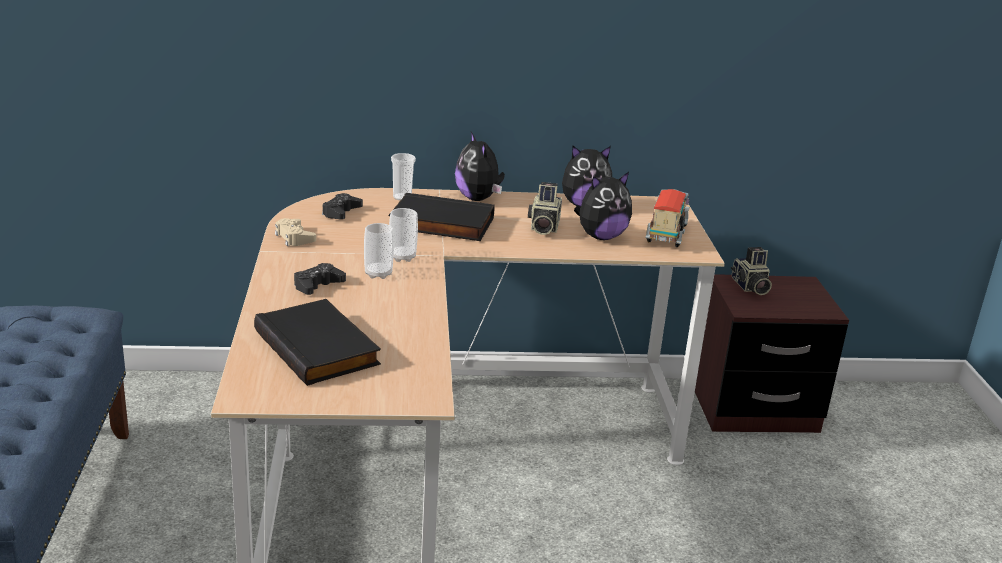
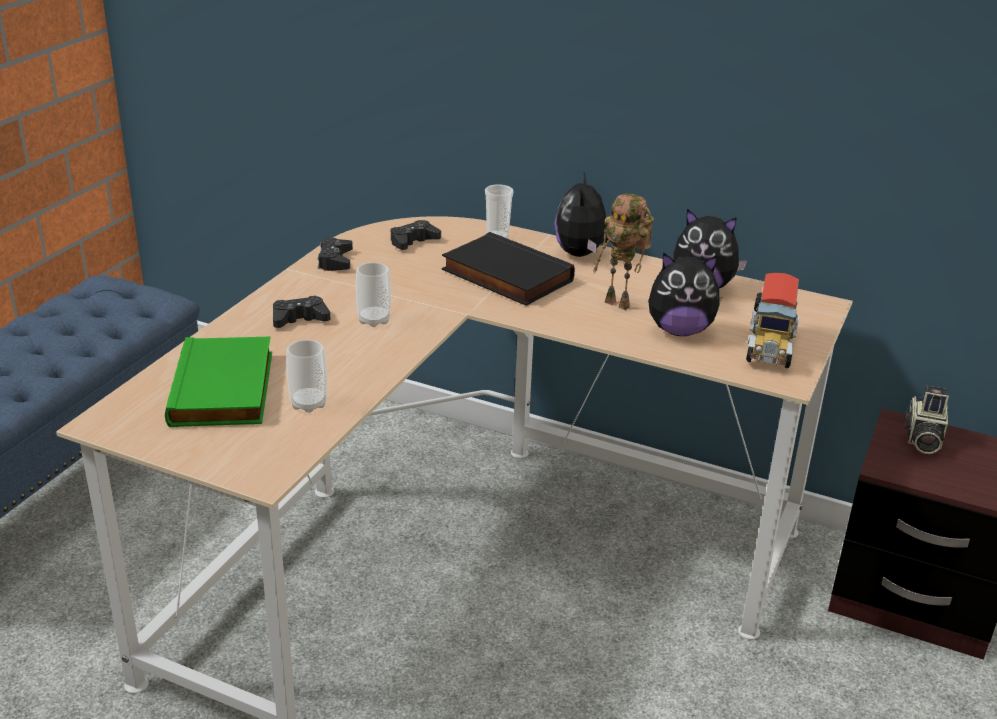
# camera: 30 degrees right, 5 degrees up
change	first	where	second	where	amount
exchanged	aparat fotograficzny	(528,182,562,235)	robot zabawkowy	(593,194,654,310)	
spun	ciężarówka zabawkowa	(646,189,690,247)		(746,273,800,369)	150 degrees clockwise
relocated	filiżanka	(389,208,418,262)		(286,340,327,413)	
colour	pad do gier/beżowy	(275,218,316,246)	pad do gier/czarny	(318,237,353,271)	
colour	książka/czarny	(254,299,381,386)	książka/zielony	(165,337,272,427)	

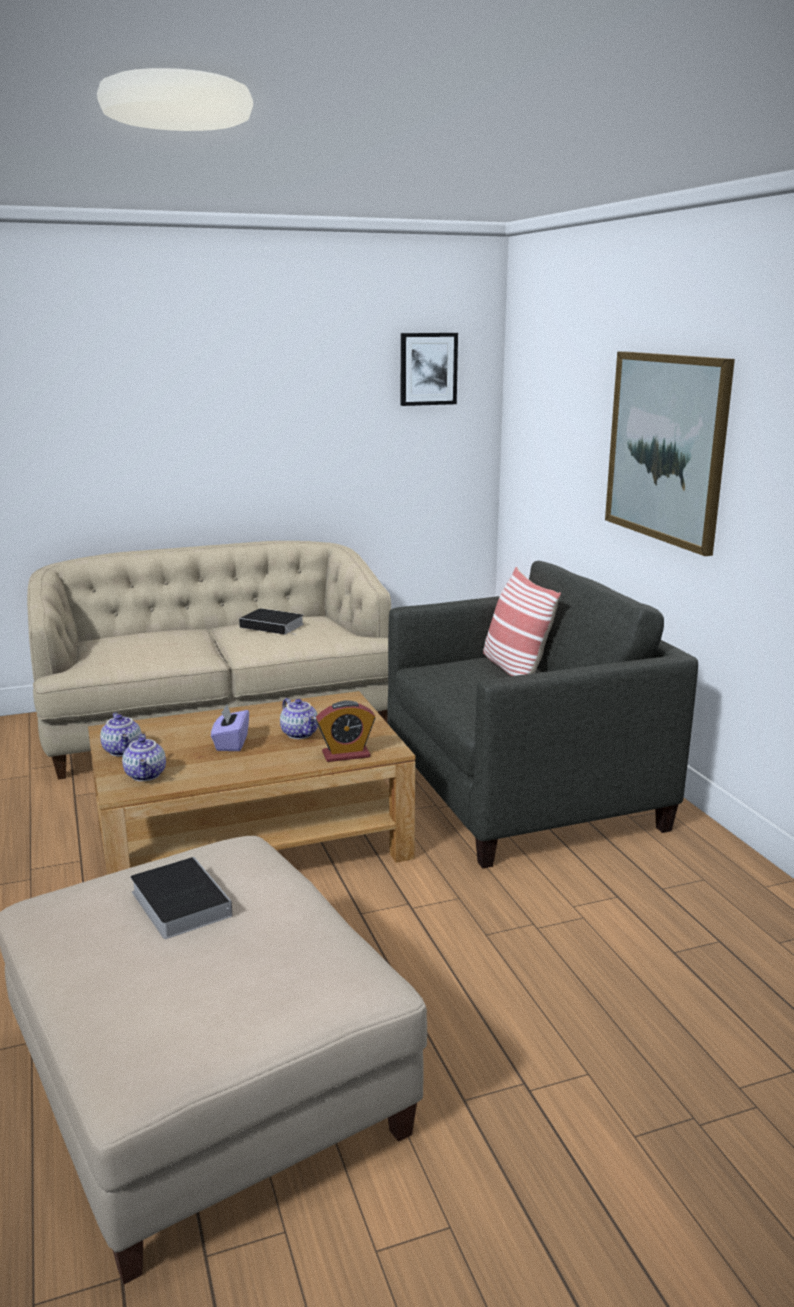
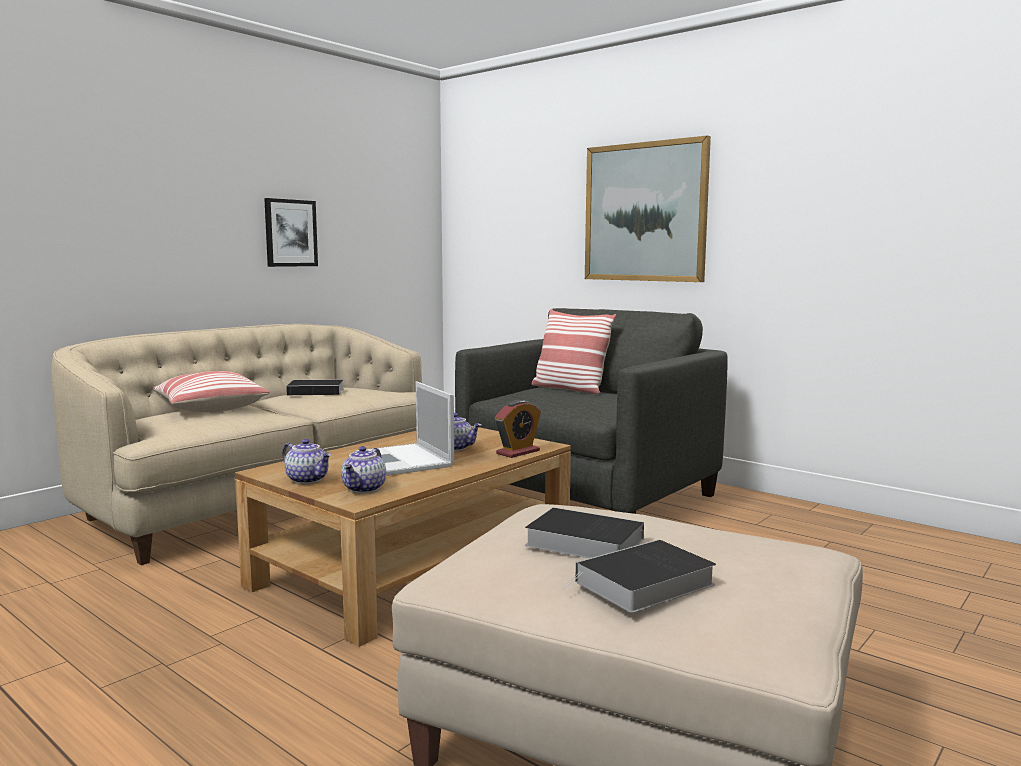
# camera: 30 degrees left, 10 degrees down
change	first	where	second	where	amount
relocated	obraz	(401,333,458,406)		(264,198,318,267)	
exchanged	pudełko chusteczek/fioletowy	(211,704,249,751)	laptop	(355,381,454,476)	
spun	imbryk	(122,734,166,781)		(341,446,386,493)	60 degrees clockwise
appeared			poduszka	(153,371,270,412)	
appeared			książka	(561,539,716,613)	

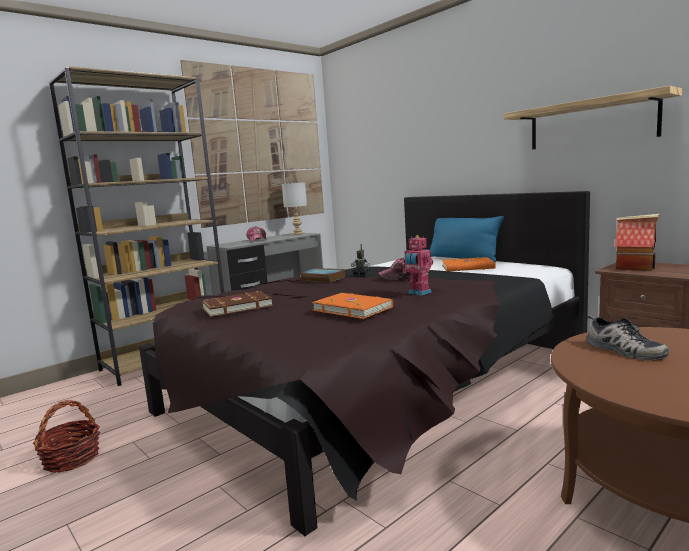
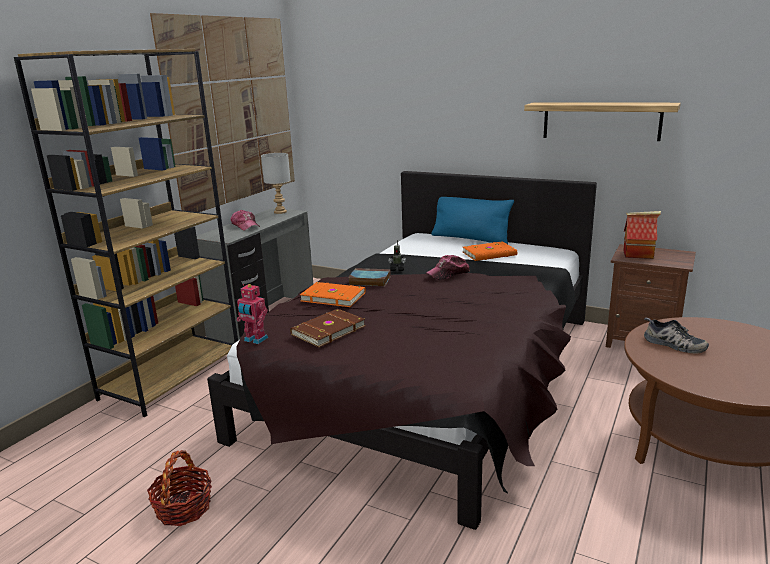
# camera: 20 degrees left, 10 degrees up
change	first	where	second	where	amount
relocated	robot zabawkowy	(403,235,433,295)		(237,284,268,344)	
relocated	książka/pomarańczowy	(312,293,393,319)		(300,282,366,307)	

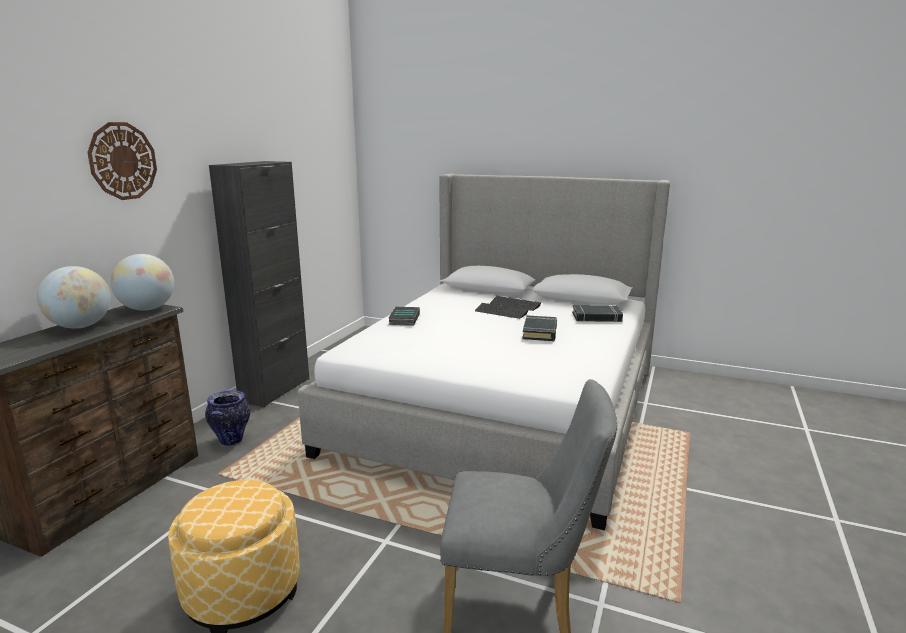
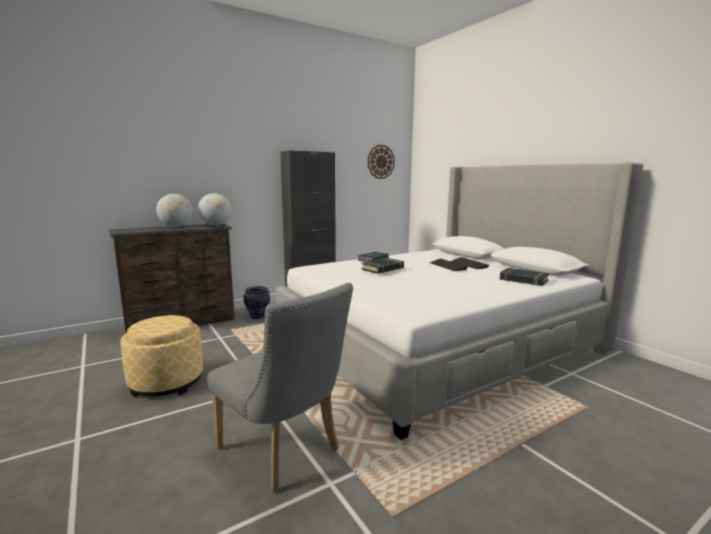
# camera: 35 degrees right, 5 degrees down
change	first	where	second	where	amount
relocated	zegar ścienny	(87,122,157,200)		(368,145,395,179)	
relocated	książka/czarny	(522,315,557,341)		(362,258,404,274)	

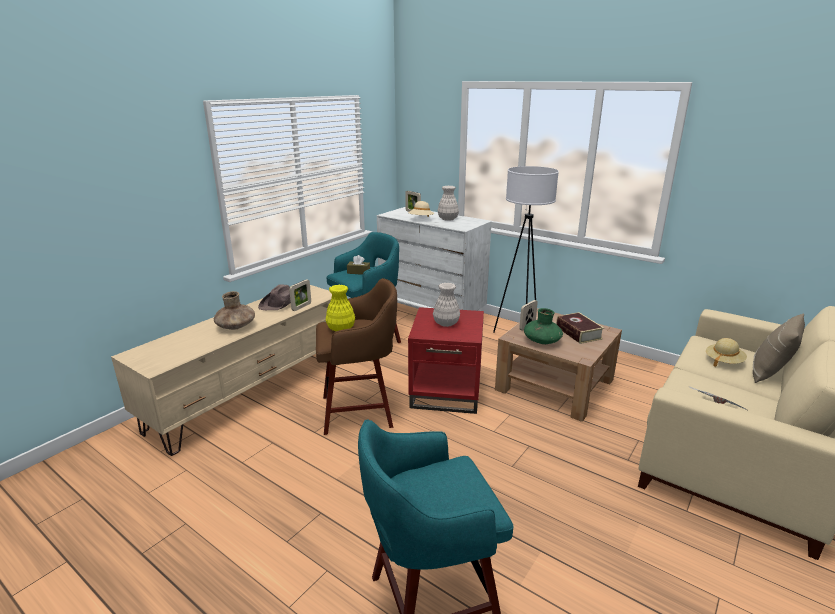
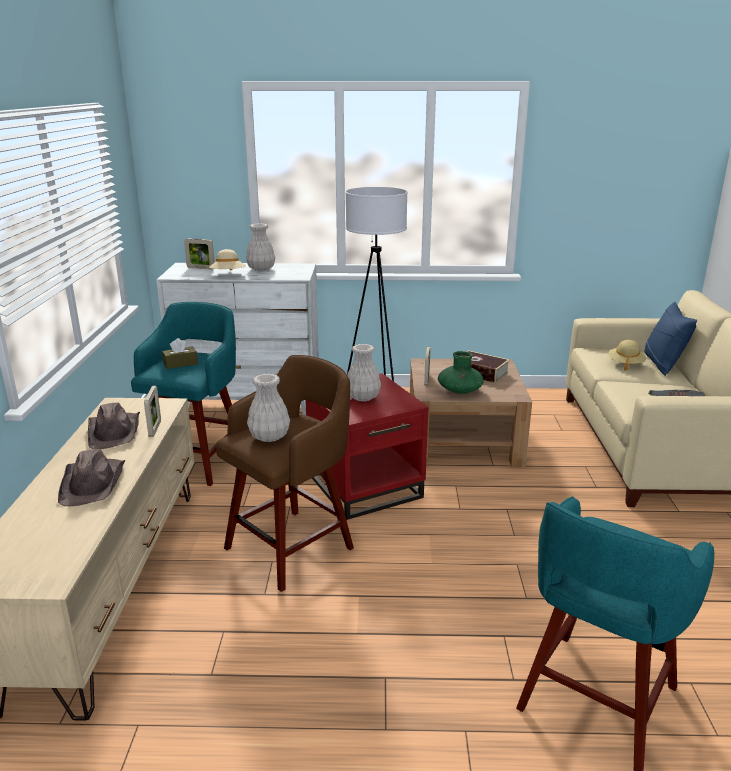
# camera: 35 degrees left, 0 degrees up
change	first	where	second	where	amount
colour	wazon/żółty	(325,285,355,331)	wazon/biały	(247,374,290,442)	
exchanged	wazon/brązowy	(214,291,255,330)	kapelusz/brązowy	(58,449,126,506)	
colour	poduszka/beżowy	(753,313,805,383)	poduszka/niebieski	(645,302,697,376)	

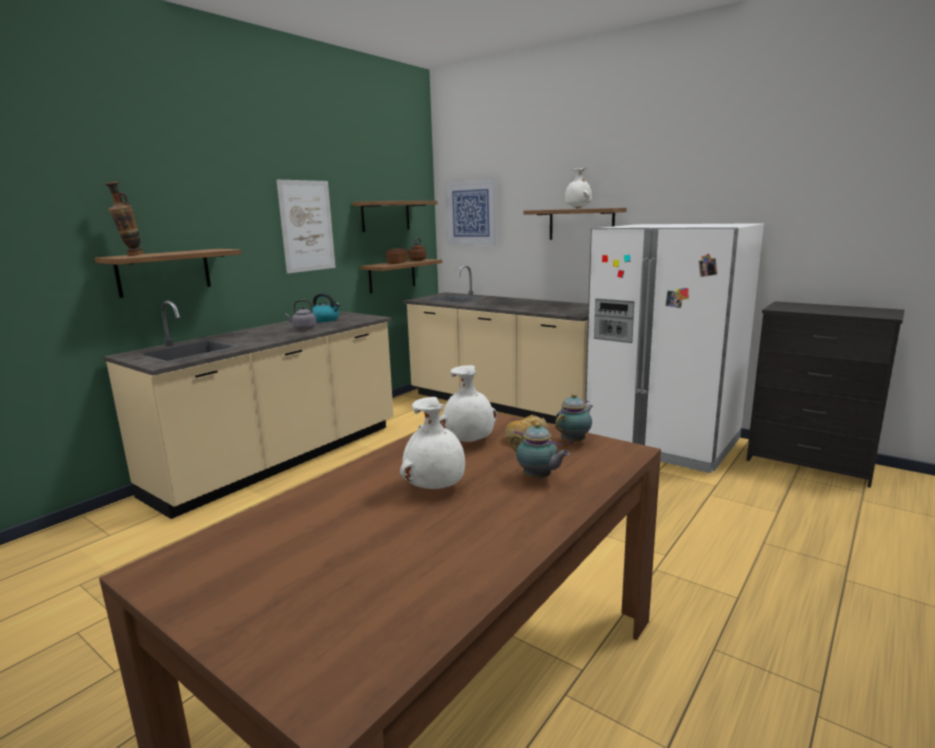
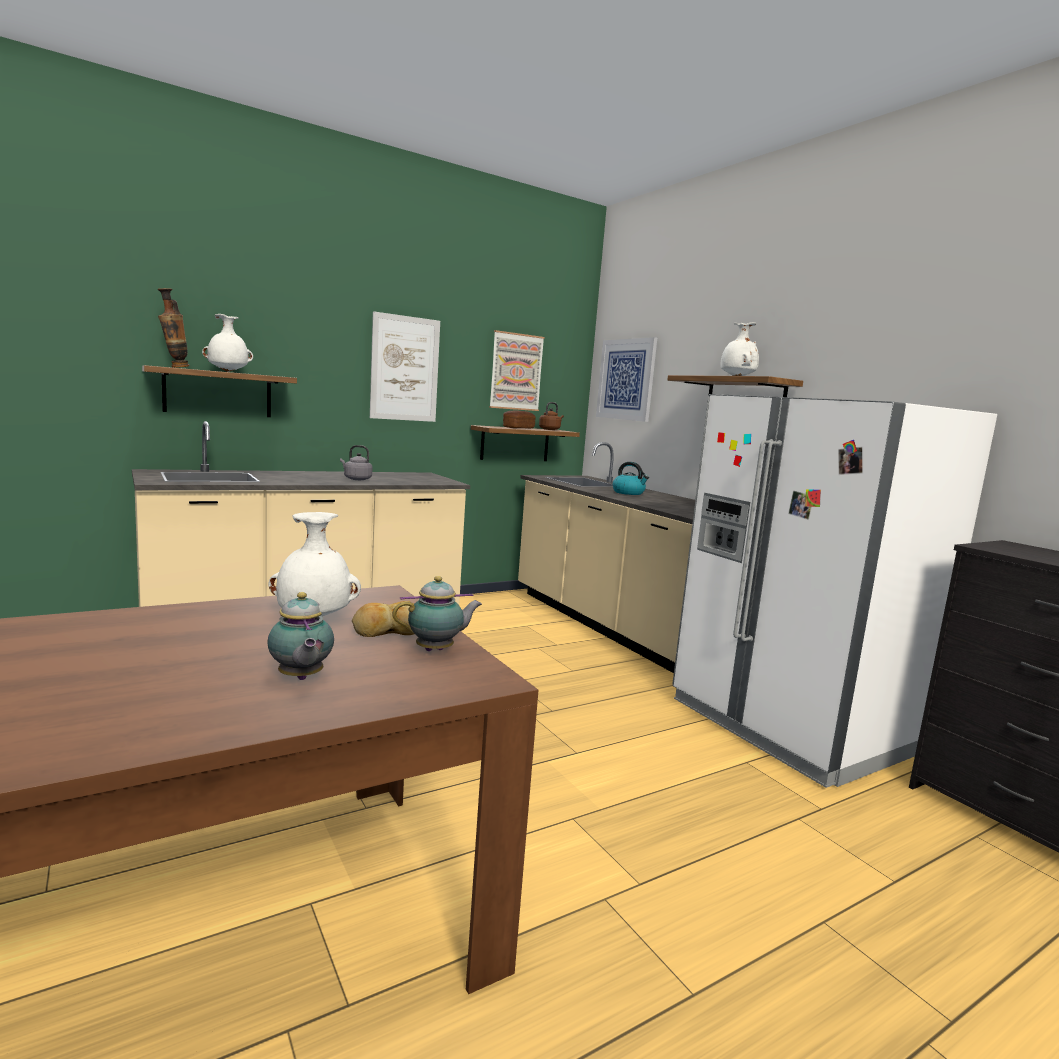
# camera: 20 degrees right, 5 degrees down
change	first	where	second	where	amount
exchanged	półka	(352,201,438,232)	obraz	(489,330,545,411)	
relocated	czajnik	(312,293,340,322)		(613,462,649,495)	
relocated	wazon/biały	(400,397,465,489)		(202,314,253,372)	

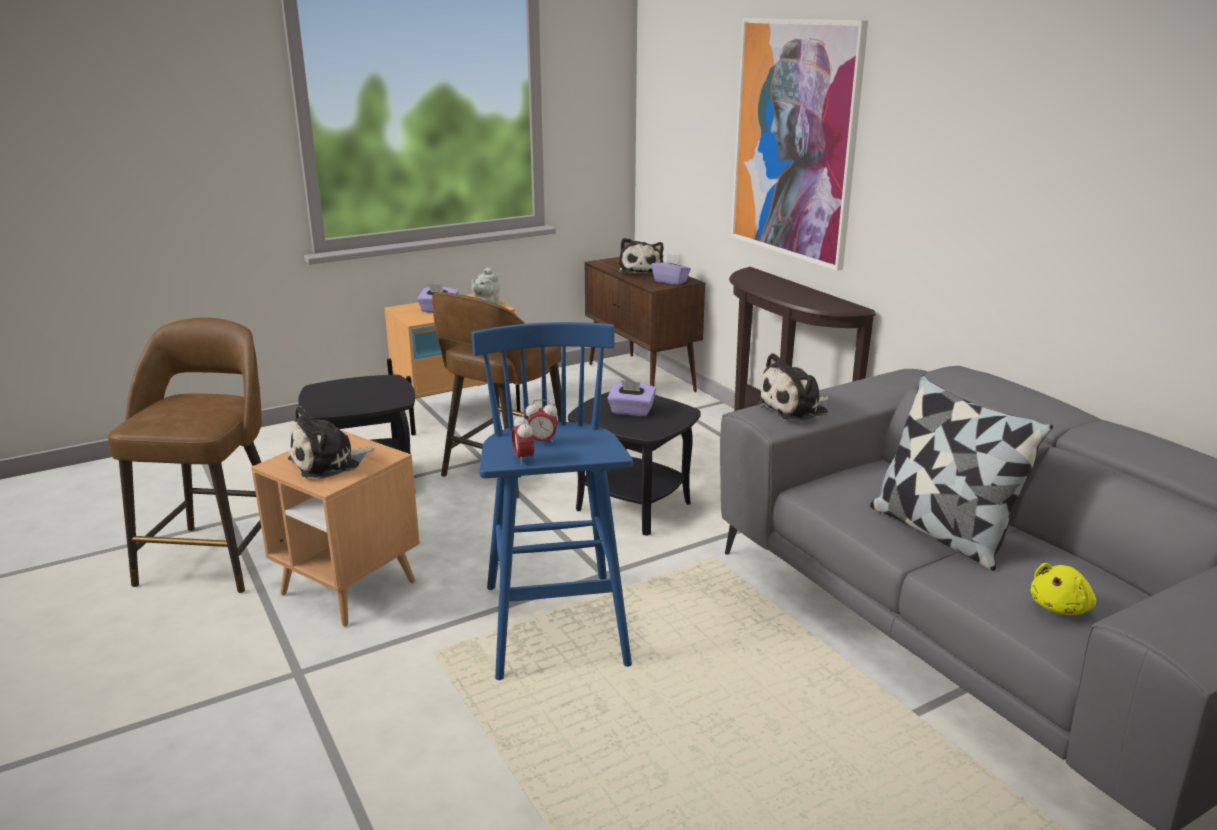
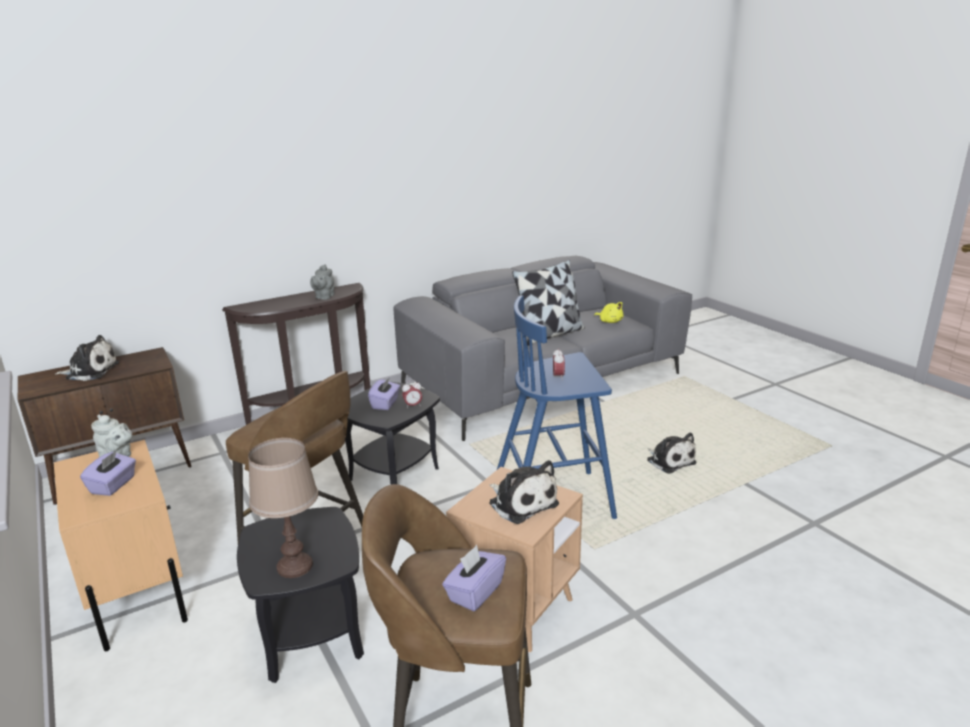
# camera: 90 degrees left, 0 degrees up
change	first	where	second	where	amount
missing	obraz	(731,18,868,271)			
relocated	pudełko chusteczek/fioletowy	(652,254,691,285)		(442,545,506,611)	
relocated	pluszak	(755,353,830,421)		(647,433,697,474)	
relocated	budzik	(512,414,534,465)		(402,381,422,407)	
appeared			imbryk/szary	(310,264,334,300)	
appeared			lampa stołowa/brązowy	(248,438,318,578)	

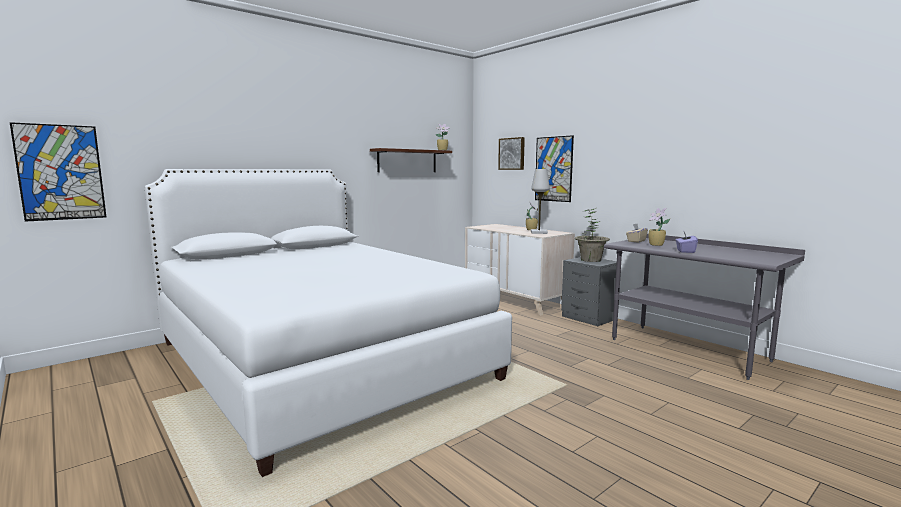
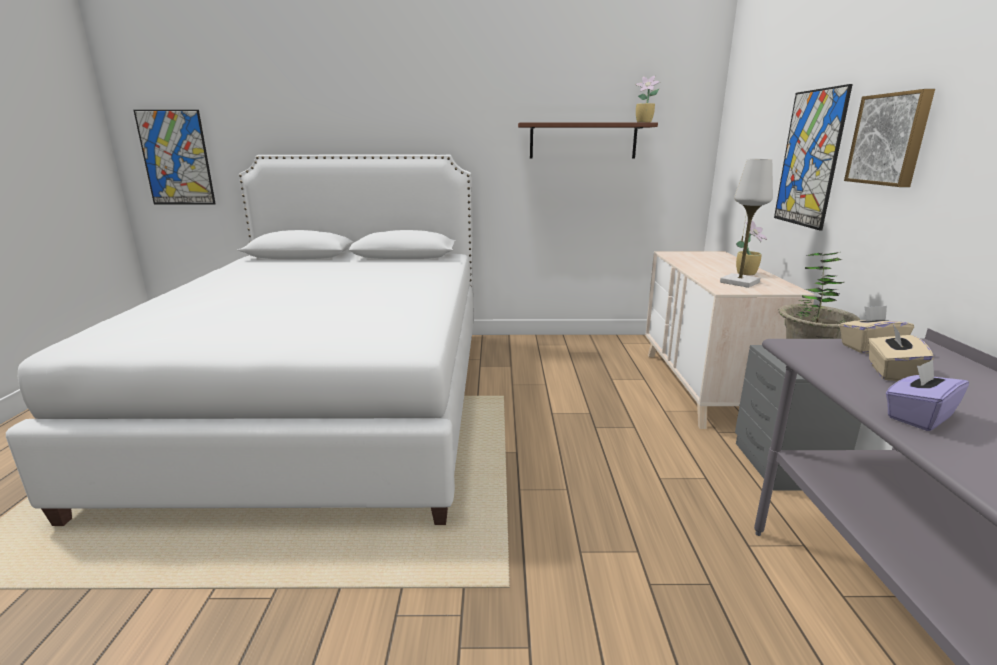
# camera: 40 degrees right, 10 degrees up
change	first	where	second	where	amount
relocated	obraz	(498,137,525,170)		(844,89,935,187)	
exchanged	roślina doniczkowa	(648,208,670,246)	pudełko chusteczek/beżowy	(868,324,934,381)	

